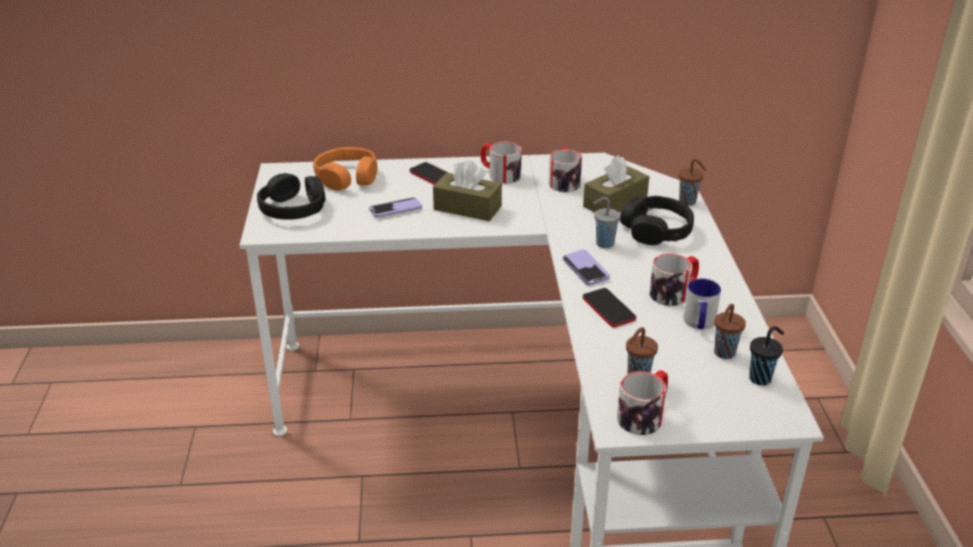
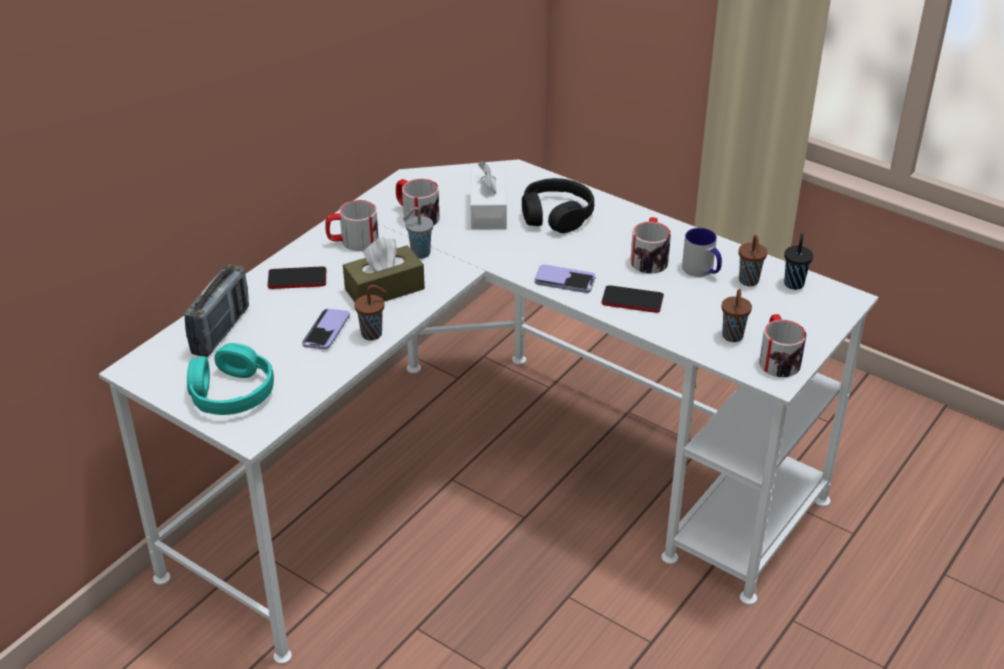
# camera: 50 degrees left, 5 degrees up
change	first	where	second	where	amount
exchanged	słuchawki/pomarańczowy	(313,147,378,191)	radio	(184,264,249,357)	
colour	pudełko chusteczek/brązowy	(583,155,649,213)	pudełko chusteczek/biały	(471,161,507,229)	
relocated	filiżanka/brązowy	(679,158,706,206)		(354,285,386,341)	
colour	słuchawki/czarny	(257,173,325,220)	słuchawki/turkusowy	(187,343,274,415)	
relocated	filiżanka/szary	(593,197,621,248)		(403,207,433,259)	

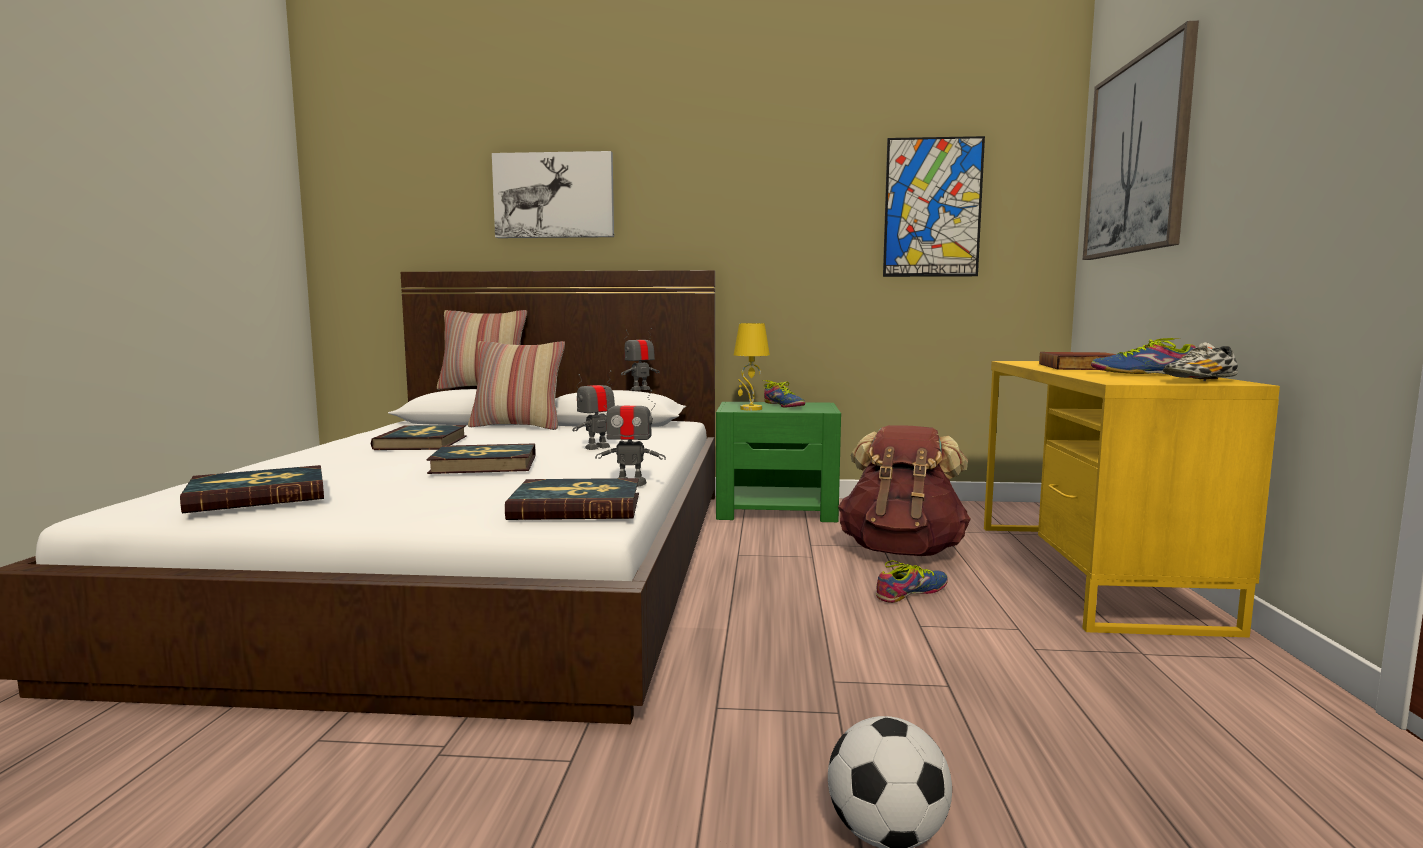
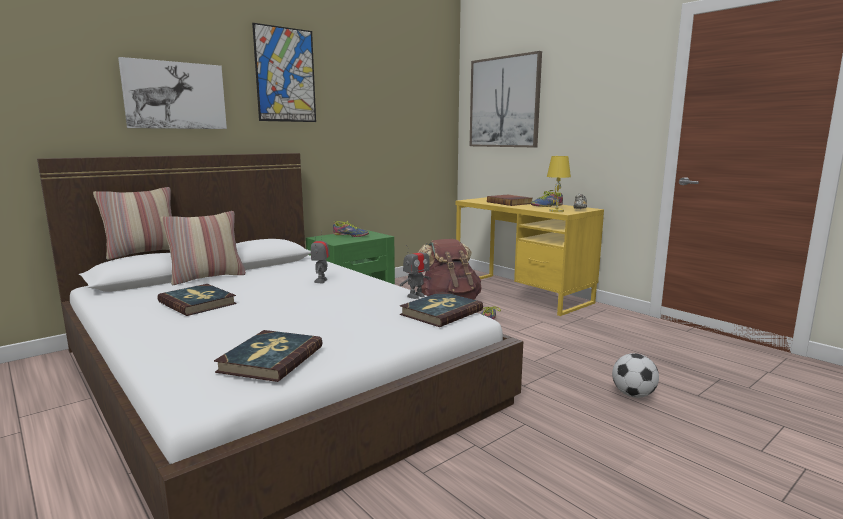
# camera: 45 degrees left, 5 degrees up
change	first	where	second	where	amount
relocated	obraz	(883,136,985,277)		(252,23,316,122)	
relocated	lampa stołowa/żółty	(734,323,770,411)		(547,156,571,212)	
missing	robot zabawkowy	(621,328,660,391)			
missing	książka	(426,443,535,474)			

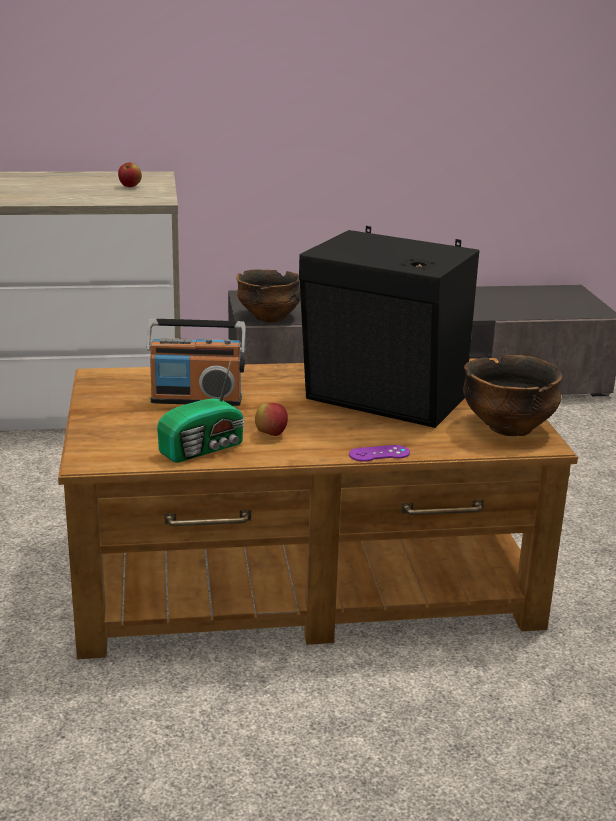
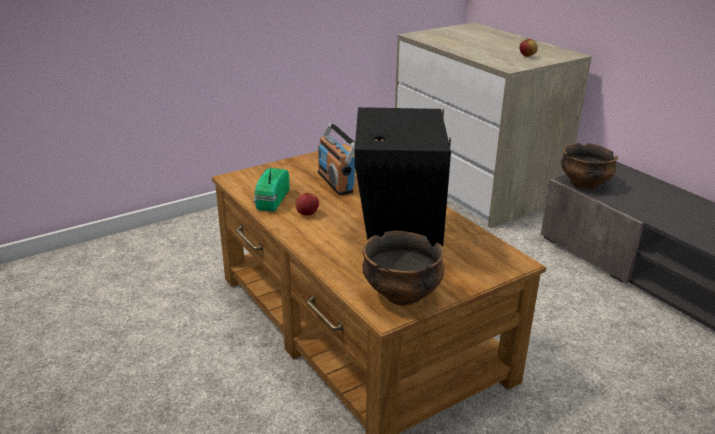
# camera: 65 degrees right, 5 degrees up
change	first	where	second	where	amount
spun	radio	(157,357,245,463)		(253,167,289,212)	75 degrees clockwise
missing	pad do gier/fioletowy	(349,445,410,462)			

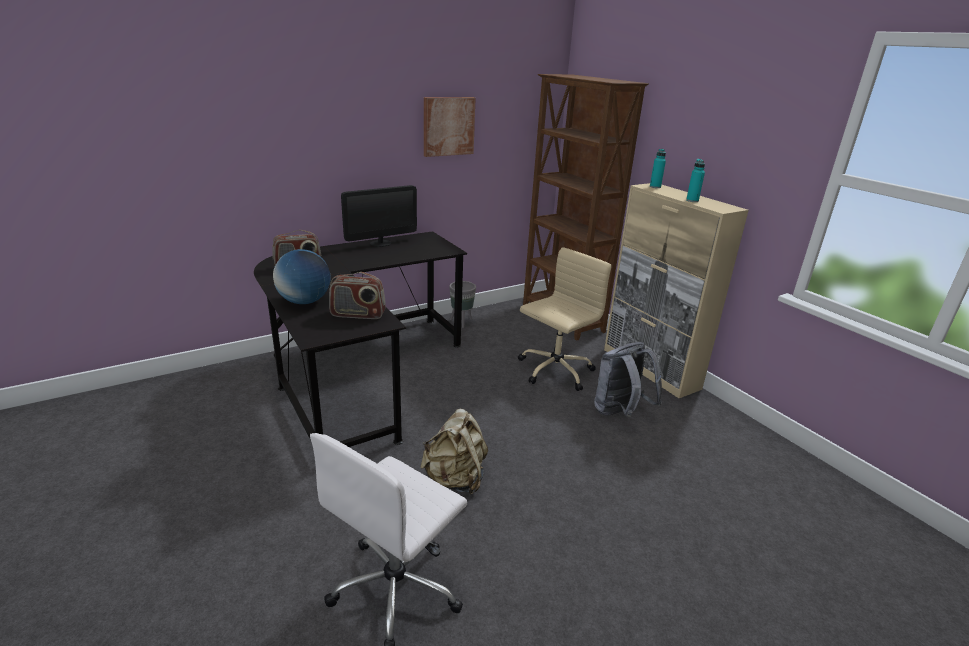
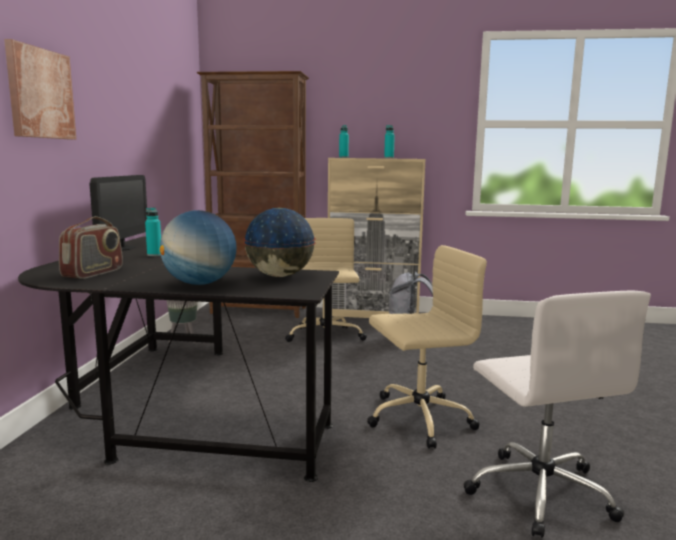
# camera: 50 degrees left, 15 degrees down
change	first	where	second	where	amount
relocated	obraz	(424,97,476,157)		(4,39,76,140)	
exchanged	radio	(329,272,386,319)	globus	(243,208,316,277)	
exchanged	plecak/beżowy	(420,409,488,495)	krzesło biurowe/beżowy	(367,245,487,449)	
appeared			butelka/turkusowy	(145,207,161,256)	

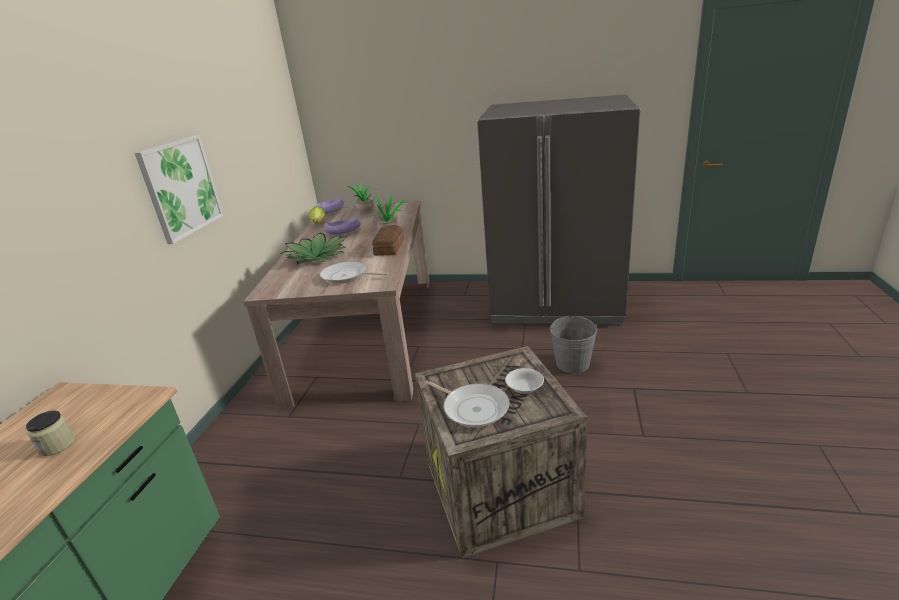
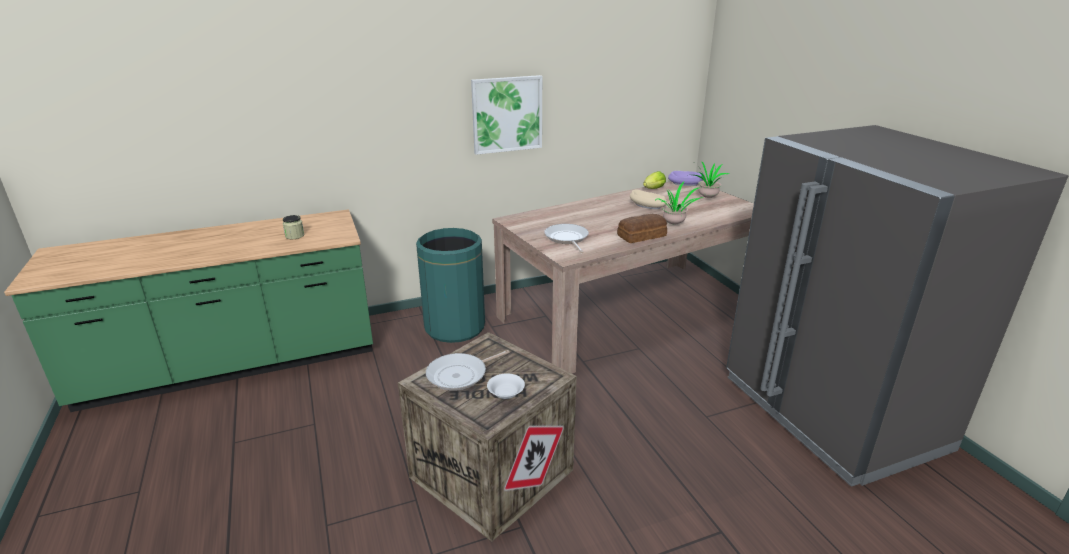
# camera: 55 degrees right, 0 degrees up
change	first	where	second	where	amount
colour	miska/fioletowy	(323,218,361,236)	miska/beżowy	(630,190,667,209)	
missing	roślina doniczkowa	(280,232,348,264)			
missing	wiadro/szary	(549,316,597,374)			
spun	patelnia	(425,380,510,428)		(426,350,510,391)	45 degrees clockwise
appeared			kosz na śmieci/zielony	(416,228,485,343)	

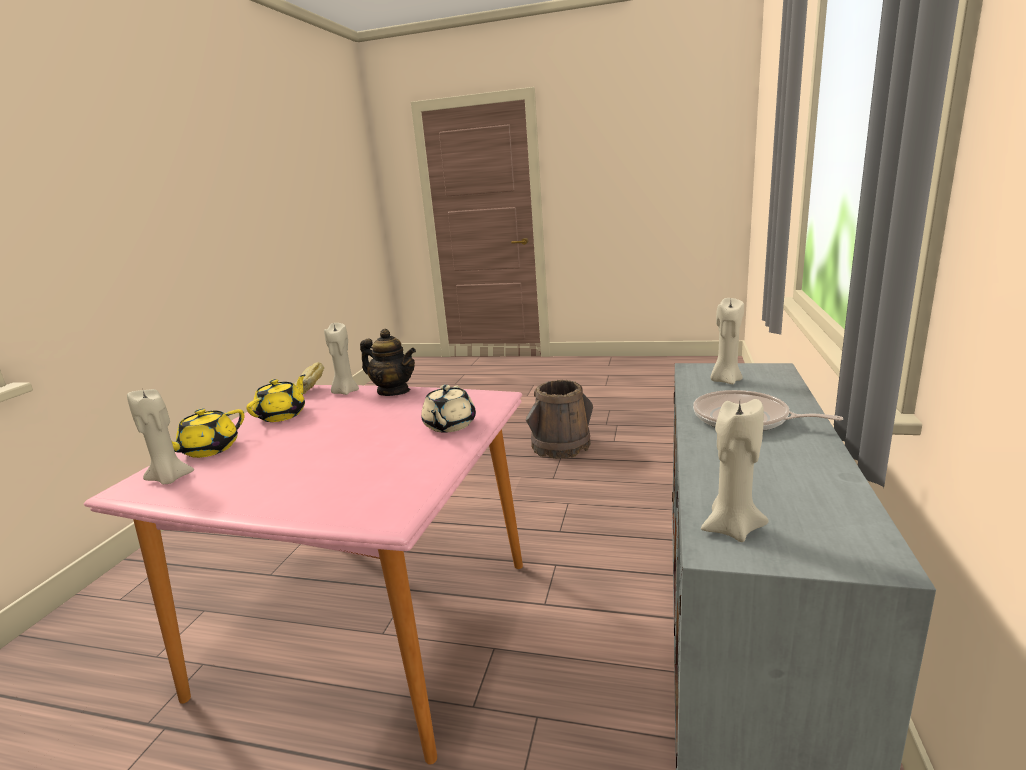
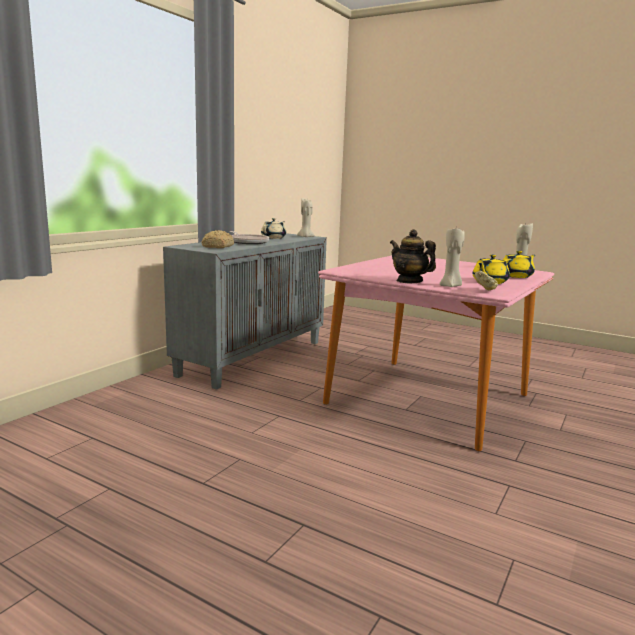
# camera: 165 degrees left, 5 degrees down
change	first	where	second	where	amount
exchanged	świeca/beżowy	(710,298,744,384)	chleb	(201,230,234,248)	
missing	wiadro/brązowy	(526,380,593,459)			
relocated	imbryk/beżowy	(421,385,476,433)		(261,218,286,239)	

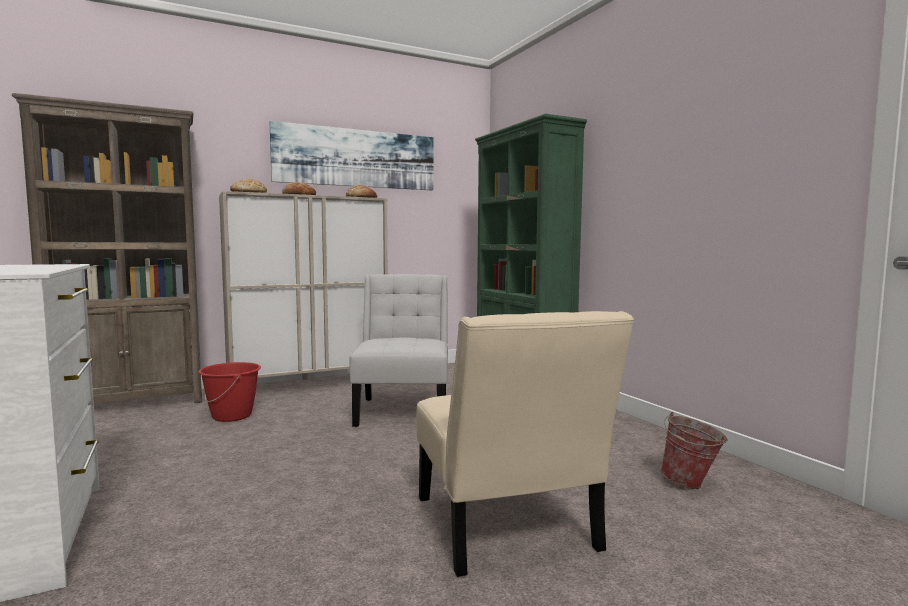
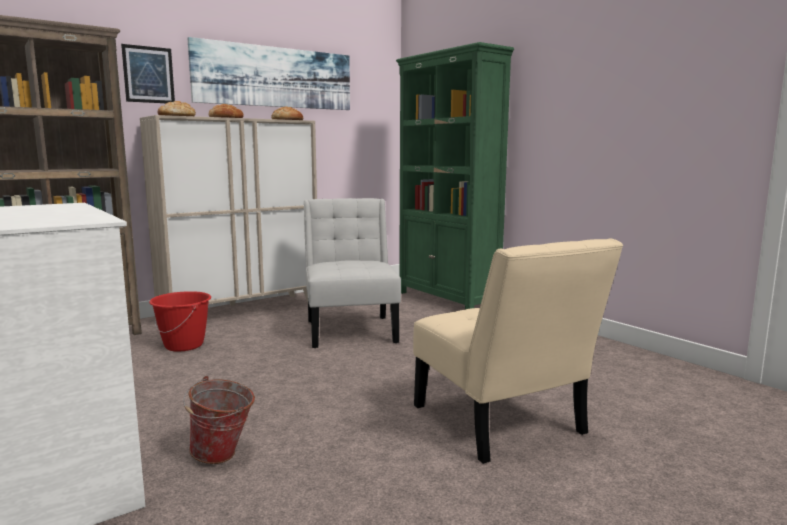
# camera: 10 degrees left, 5 degrees up
change	first	where	second	where	amount
relocated	wiadro	(660,412,728,489)		(183,376,255,464)	
appeared			obraz	(121,44,175,103)	

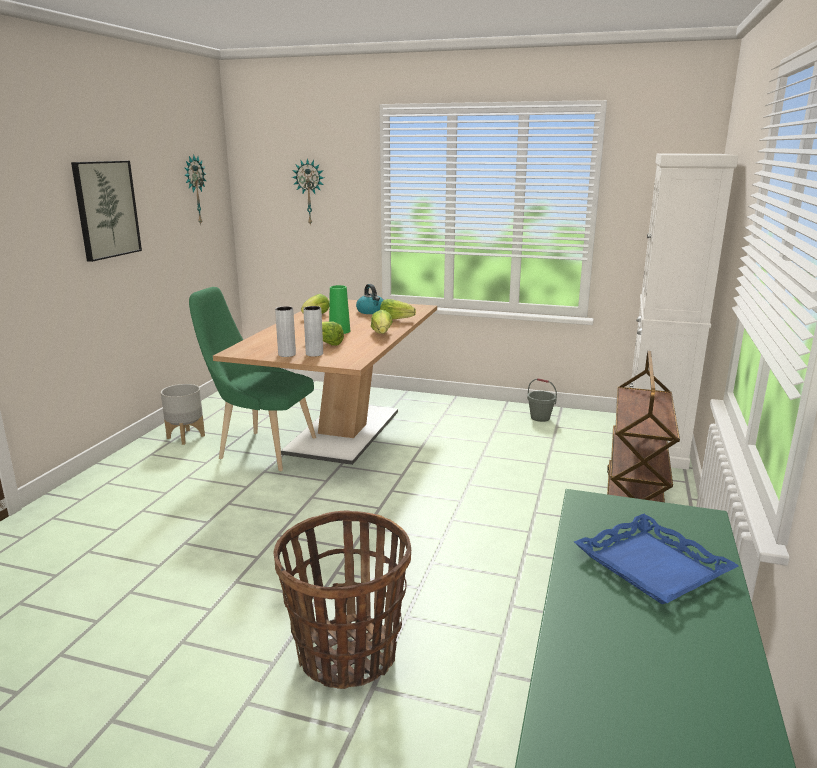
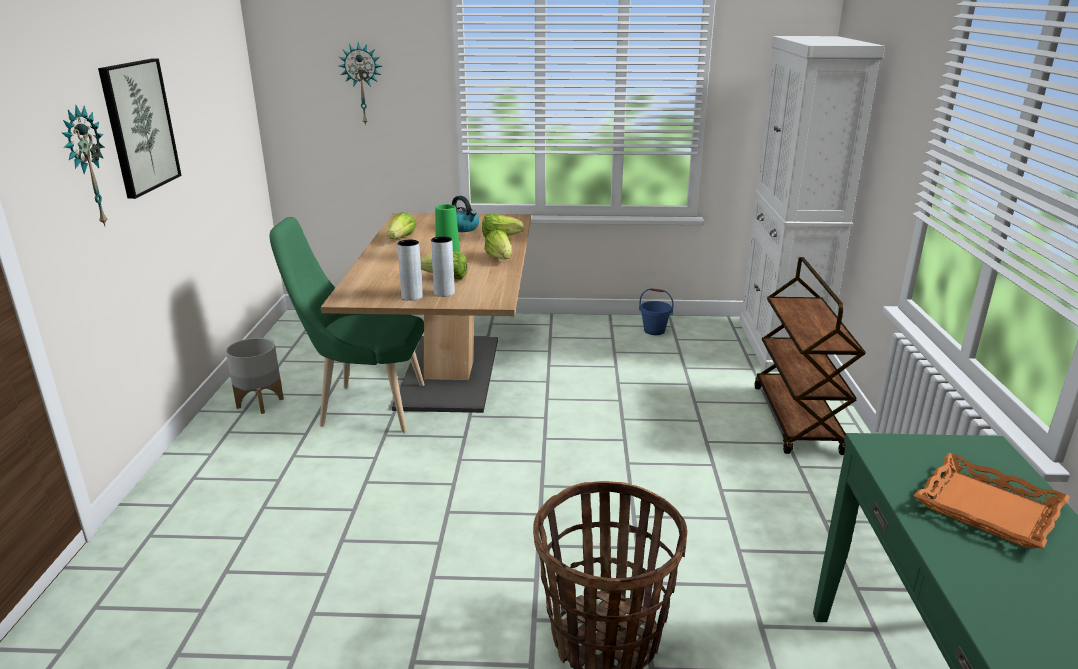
# camera: 15 degrees left, 5 degrees up
change	first	where	second	where	amount
relocated	zegar ścienny	(184,155,206,224)		(62,105,108,227)	
colour	wiadro/szary	(527,378,557,422)	wiadro/niebieski	(639,288,674,335)	
colour	taca/niebieski	(574,514,739,604)	taca/pomarańczowy	(914,453,1070,548)	

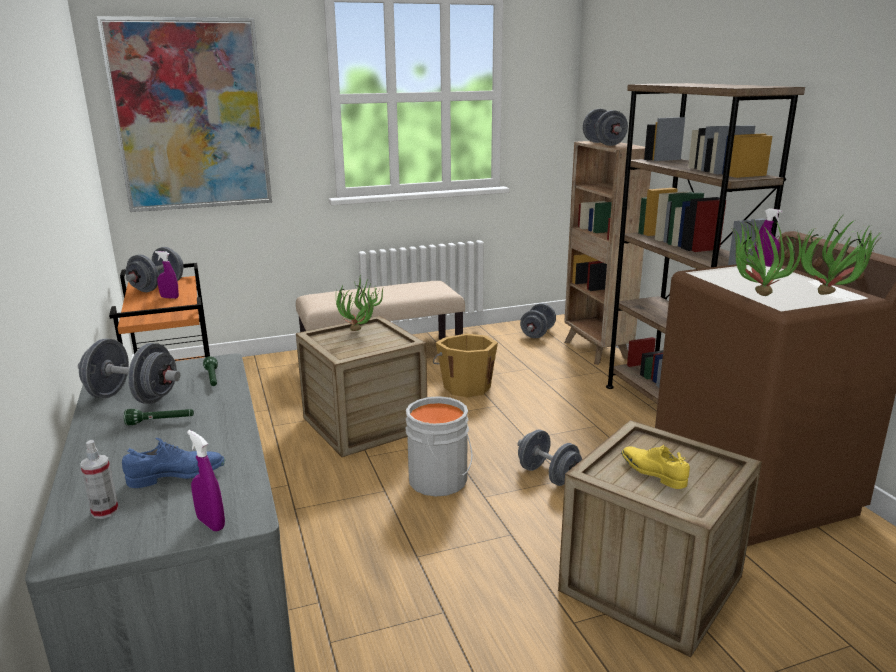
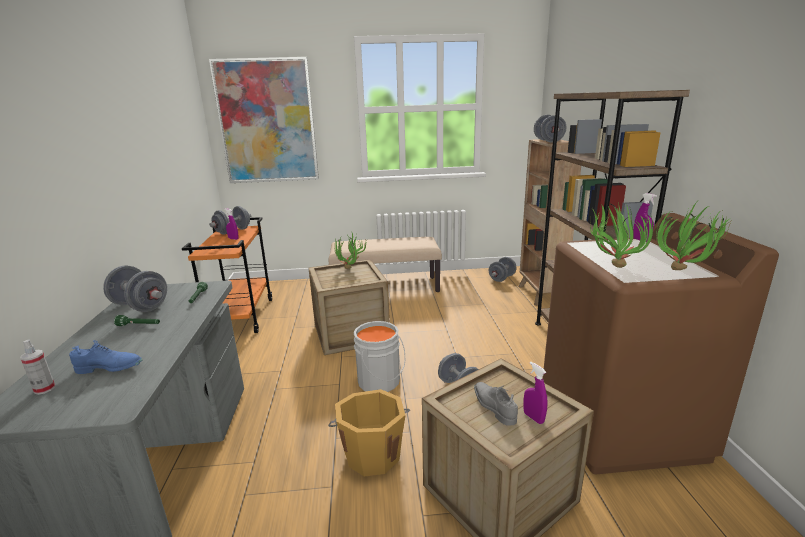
# camera: 15 degrees right, 0 degrees up
change	first	where	second	where	amount
relocated	wiadro/pomarańczowy	(433,334,498,398)		(328,389,410,477)	
relocated	spryskiwacz/fioletowy	(187,430,225,532)		(523,362,547,424)	
colour	but/żółty	(621,445,690,489)	but/szary	(474,382,518,426)	

